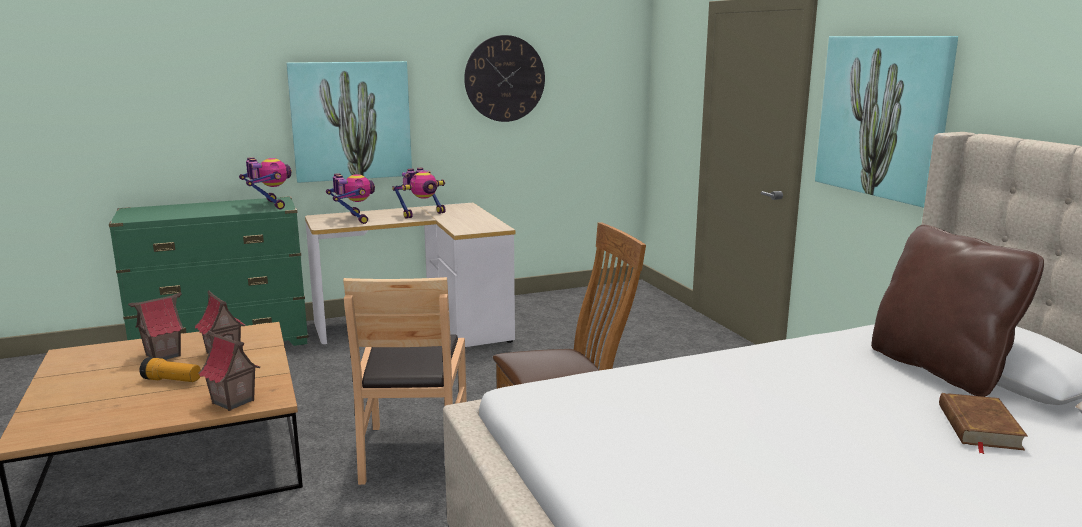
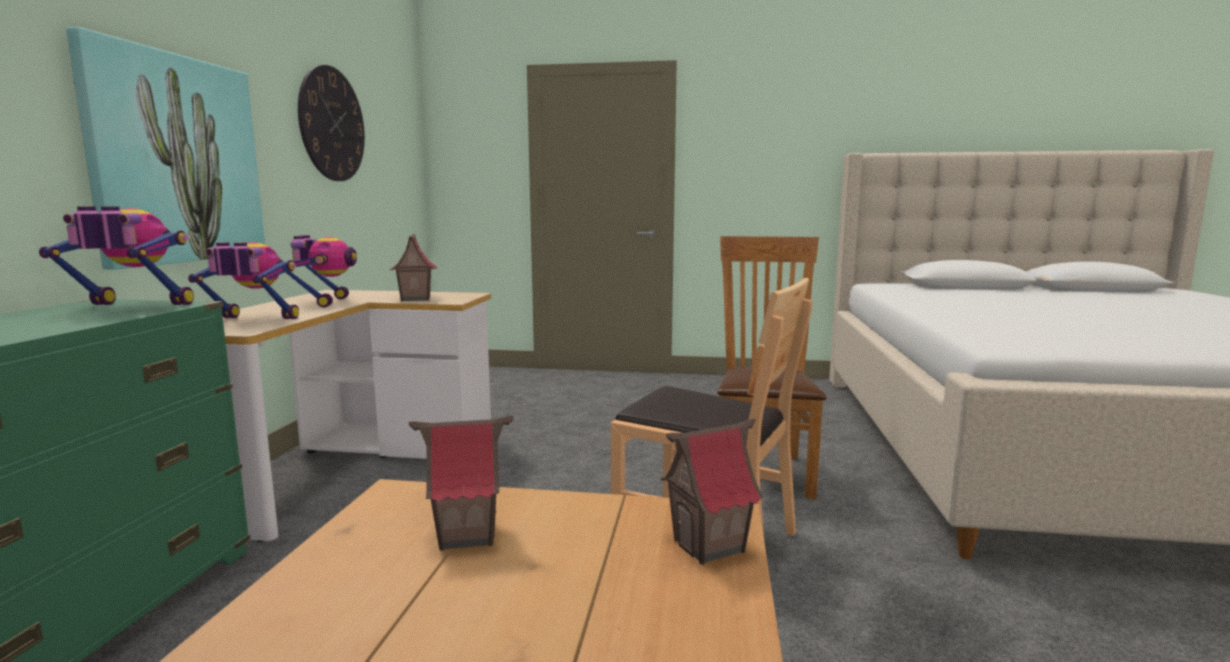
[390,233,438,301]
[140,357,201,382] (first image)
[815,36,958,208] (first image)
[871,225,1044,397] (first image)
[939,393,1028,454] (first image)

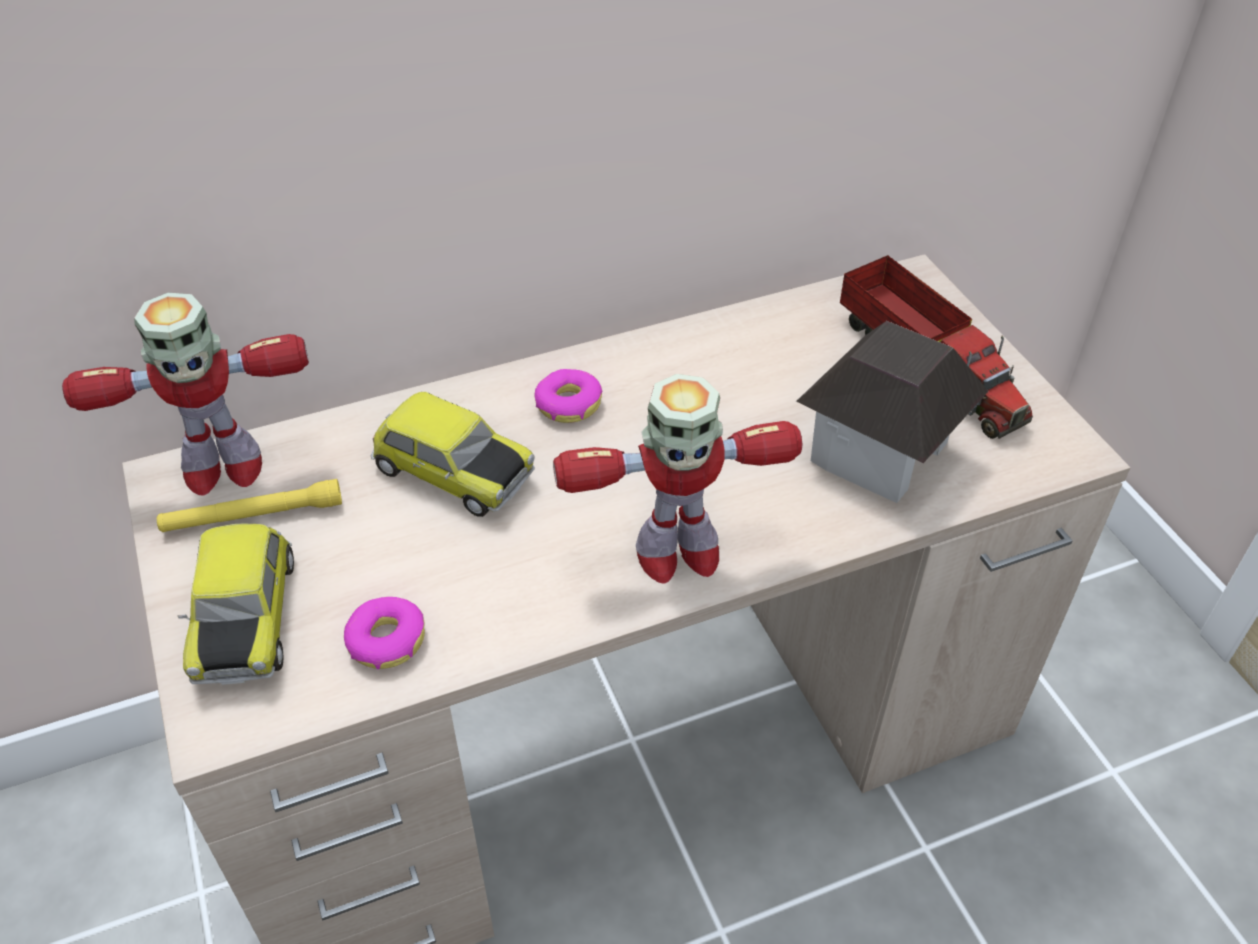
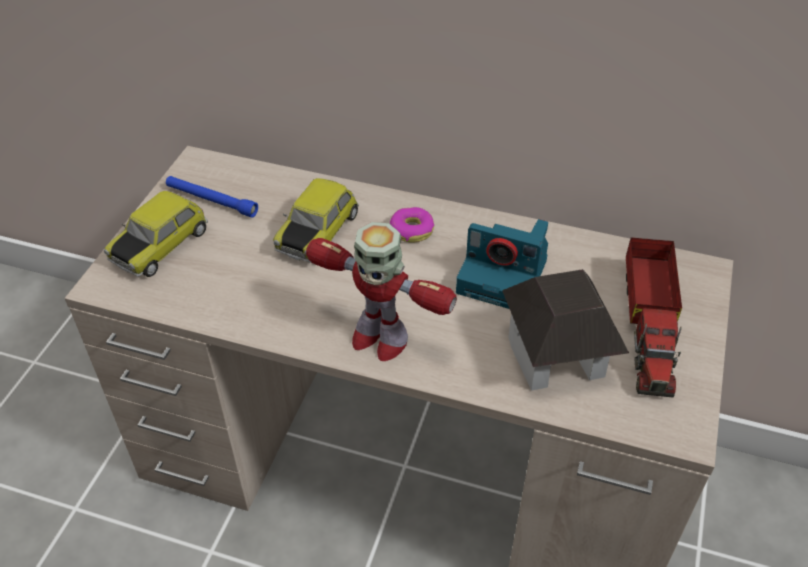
[166,176,258,218]
[273,178,359,263]
[456,219,548,309]
[62,293,309,496] (first image)
[344,597,425,669] (first image)

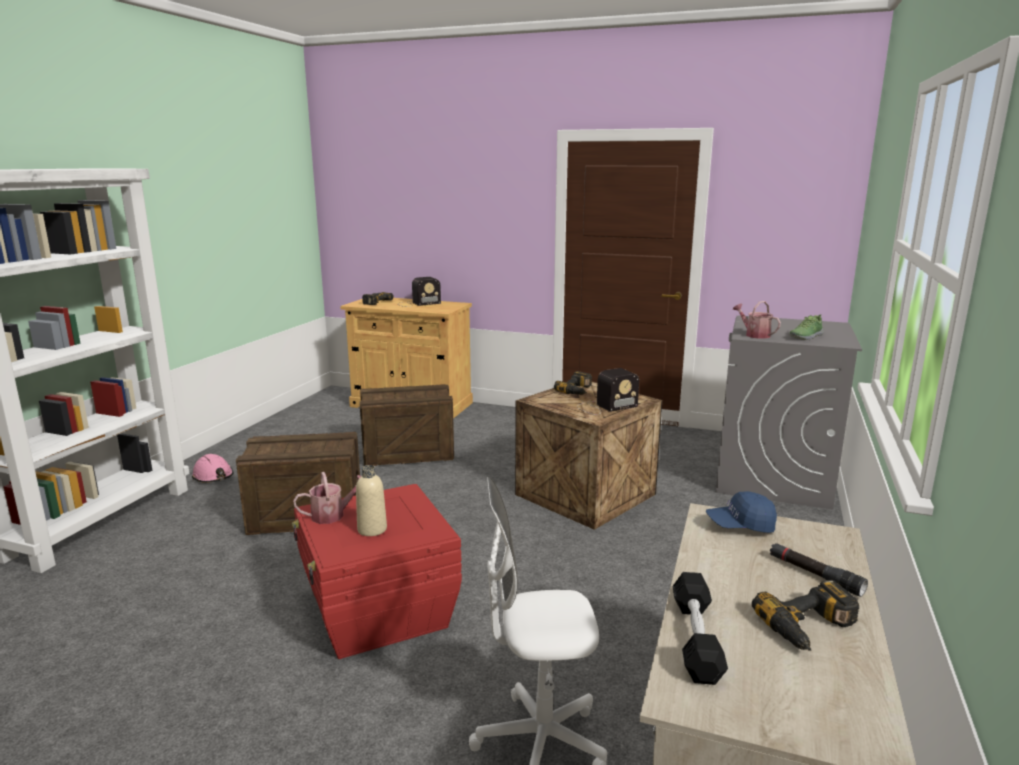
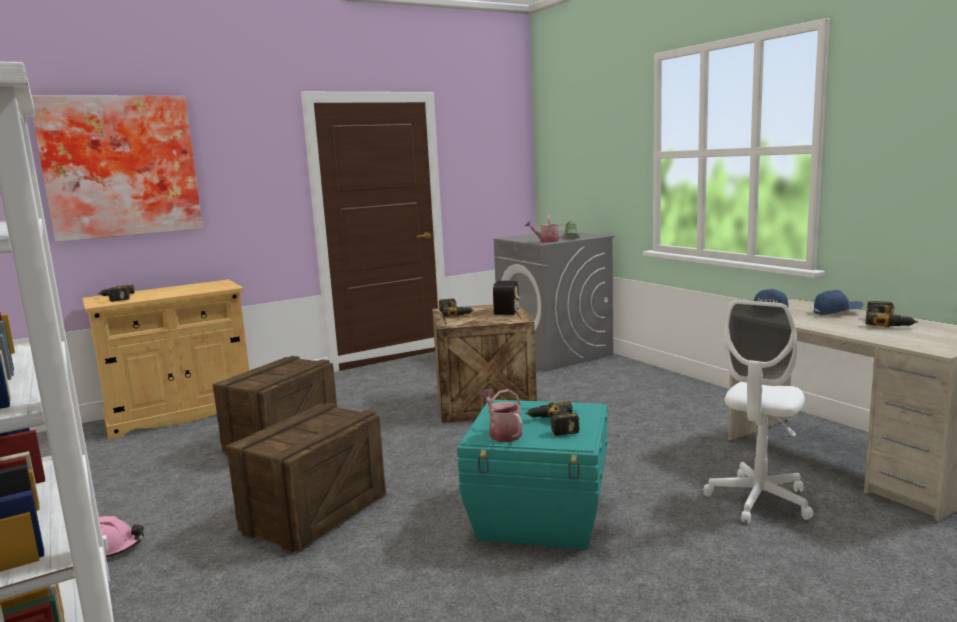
[32,96,203,242]
[457,400,608,550]
[479,389,523,442]
[525,401,580,436]
[814,290,863,315]
[398,277,441,307] (first image)
[673,572,728,685] (first image)

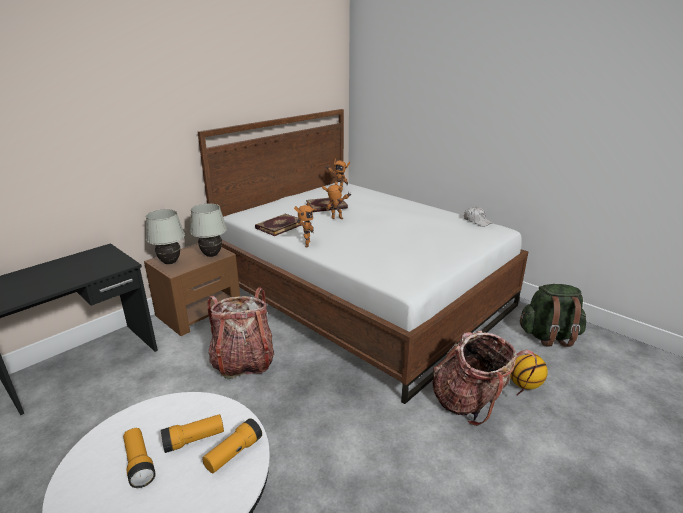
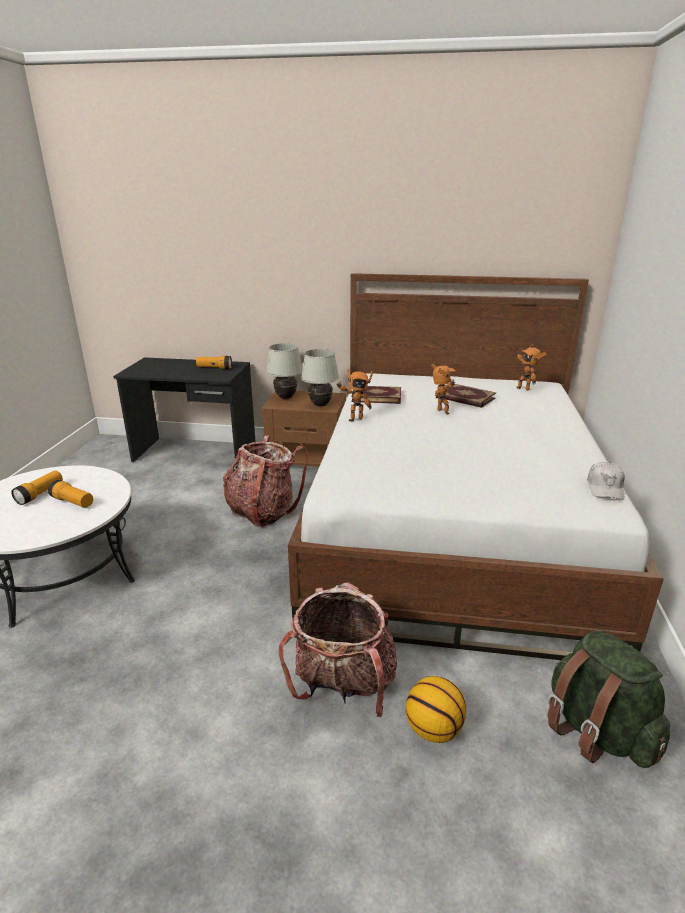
[196,356,232,369]

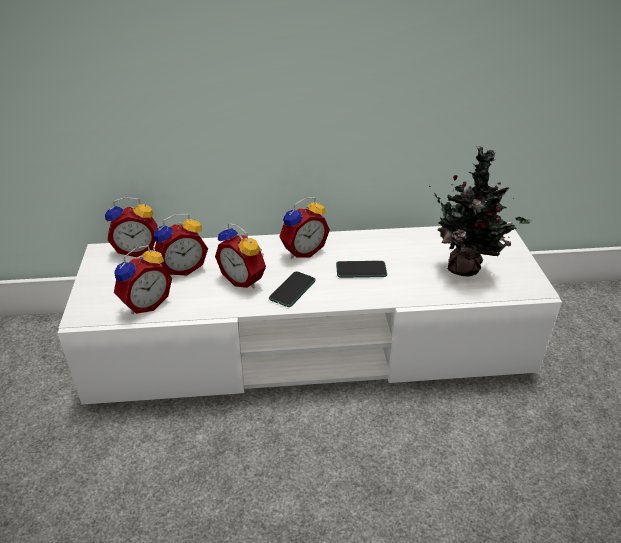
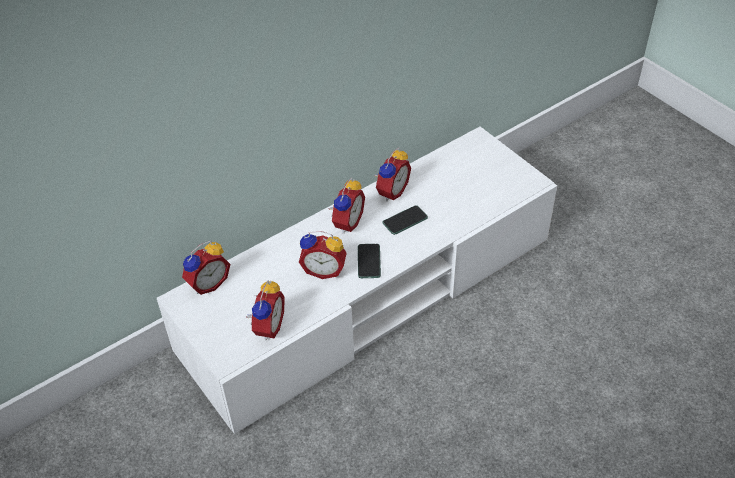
[374,148,411,202]
[429,145,531,276] (first image)

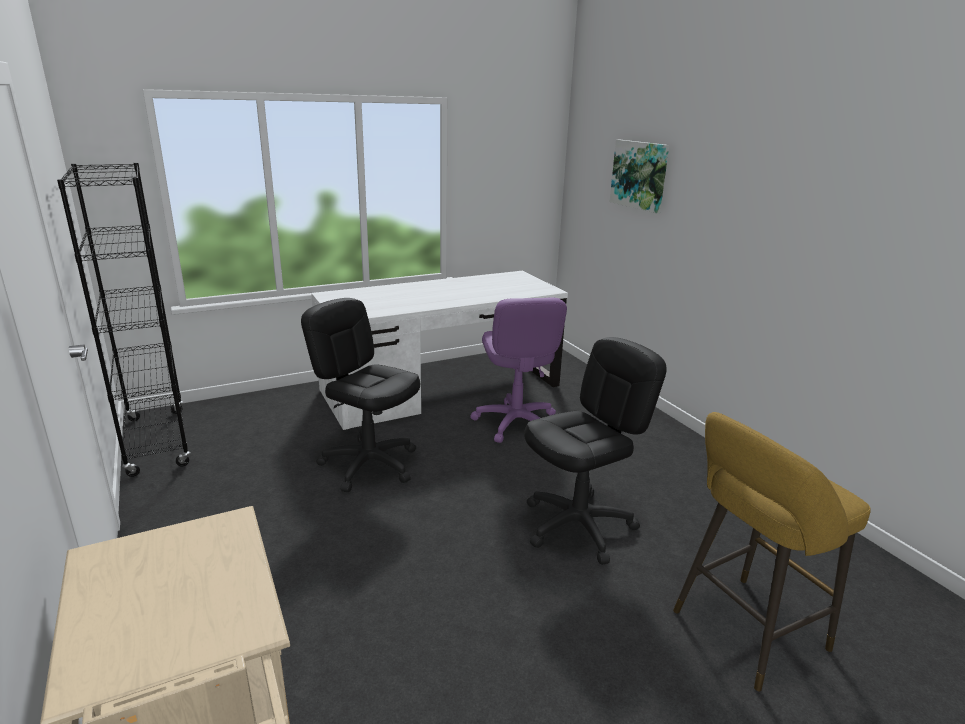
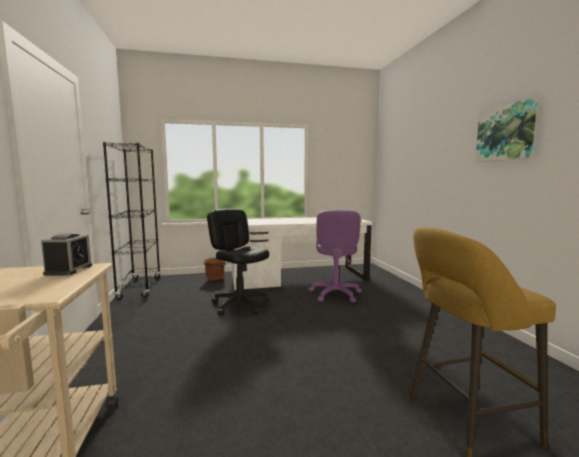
[41,234,92,276]
[202,258,226,281]
[475,97,538,162]
[524,337,667,565] (first image)

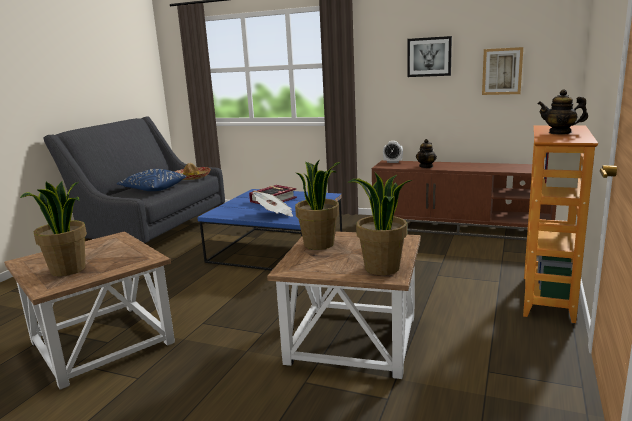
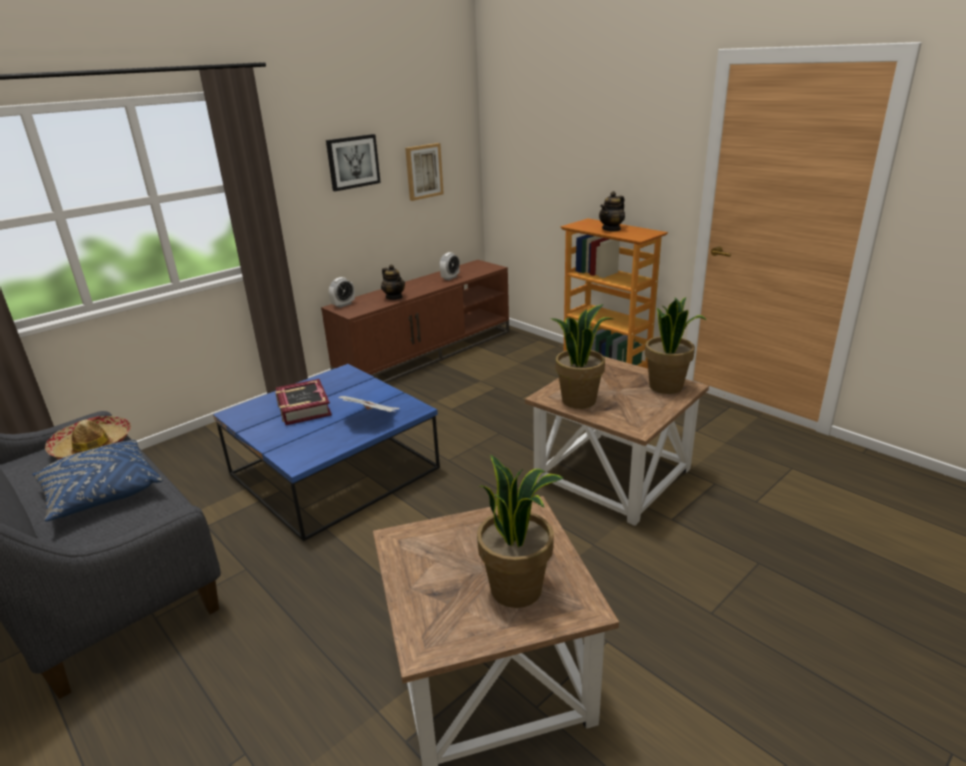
[439,252,460,280]

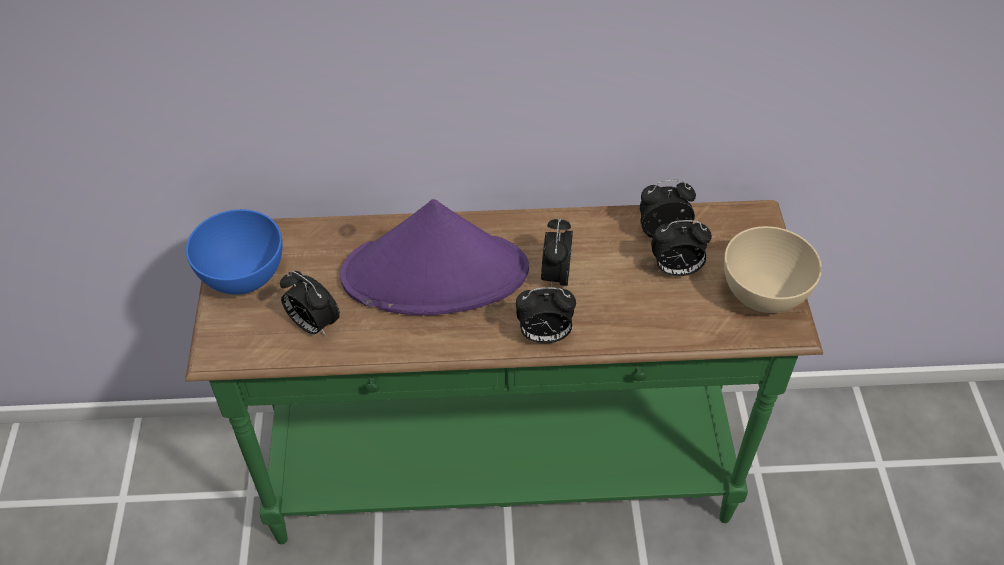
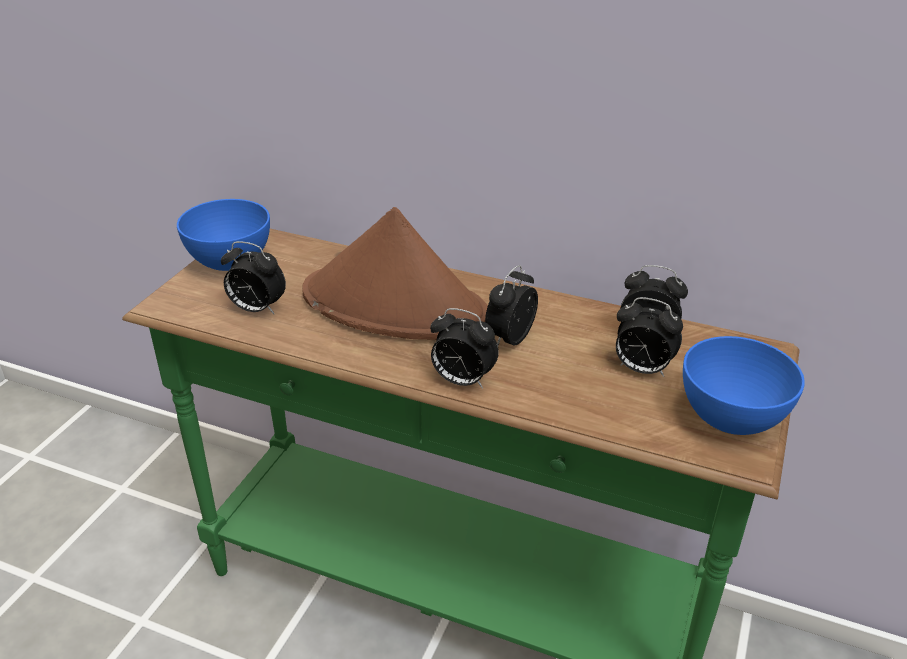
[221,241,286,314]
[302,207,488,340]
[683,336,805,435]

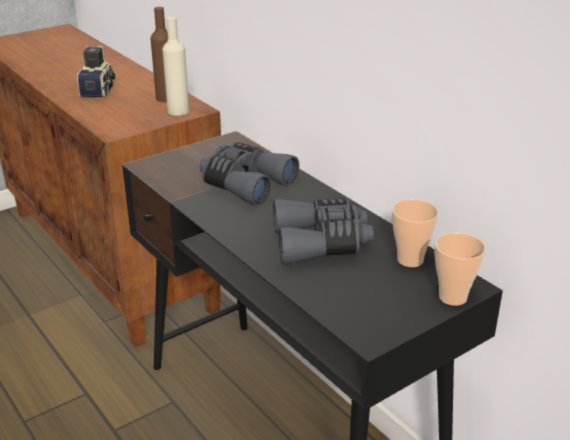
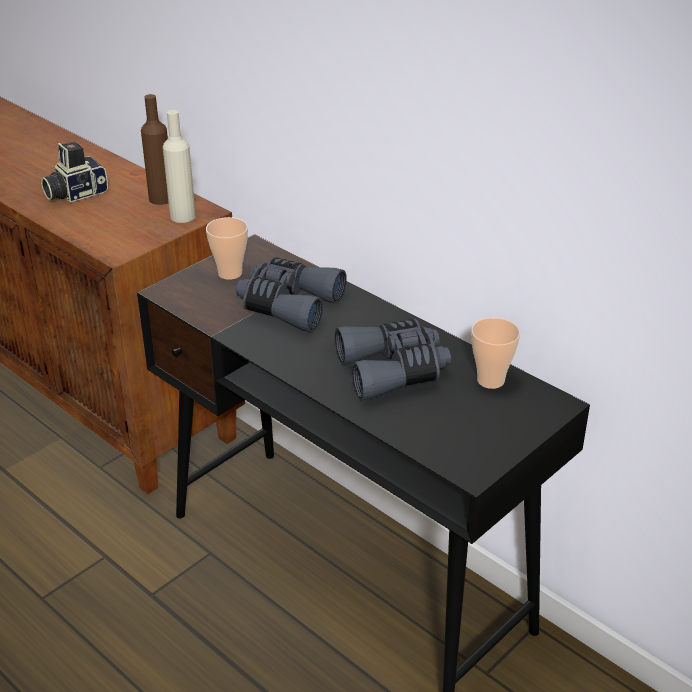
[41,142,108,203]
[206,217,248,280]

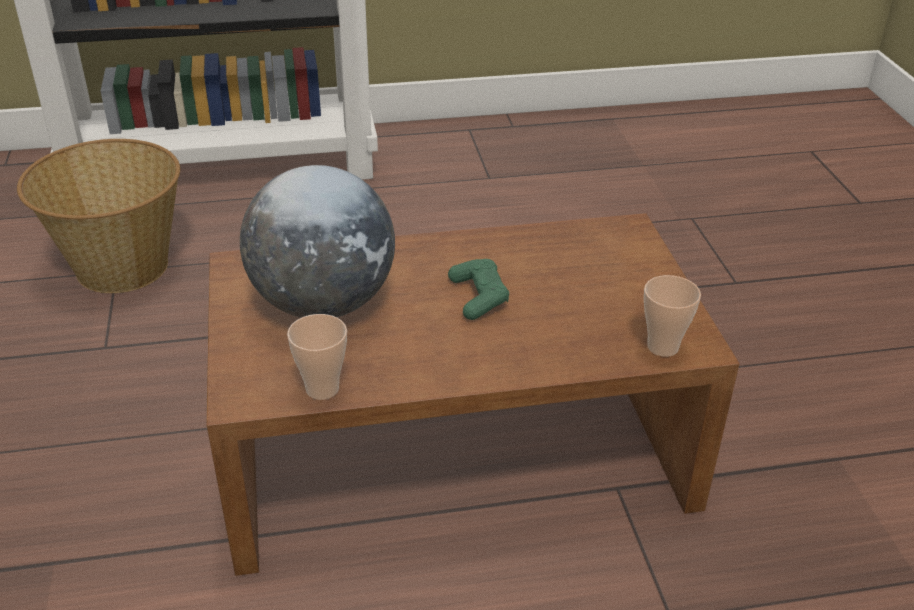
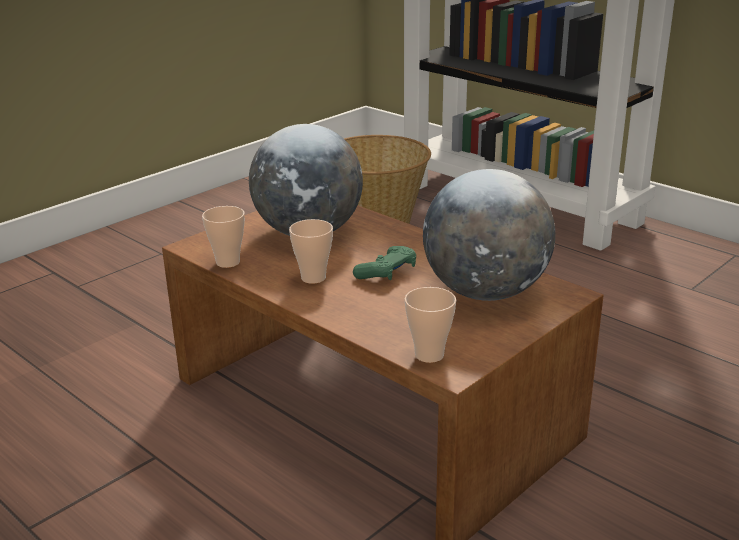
[289,219,333,284]
[423,169,555,301]

